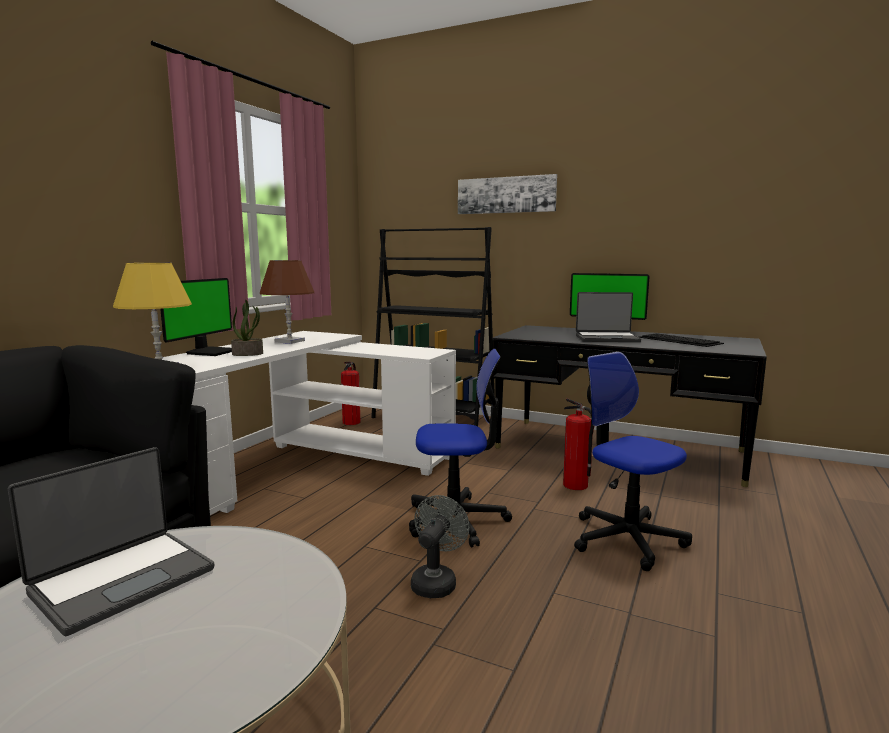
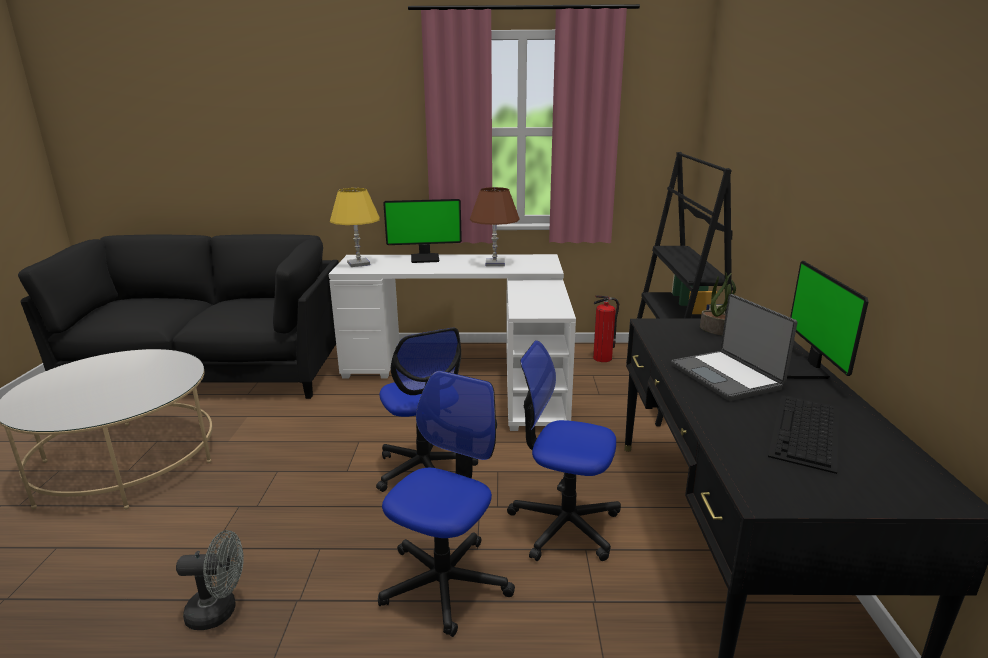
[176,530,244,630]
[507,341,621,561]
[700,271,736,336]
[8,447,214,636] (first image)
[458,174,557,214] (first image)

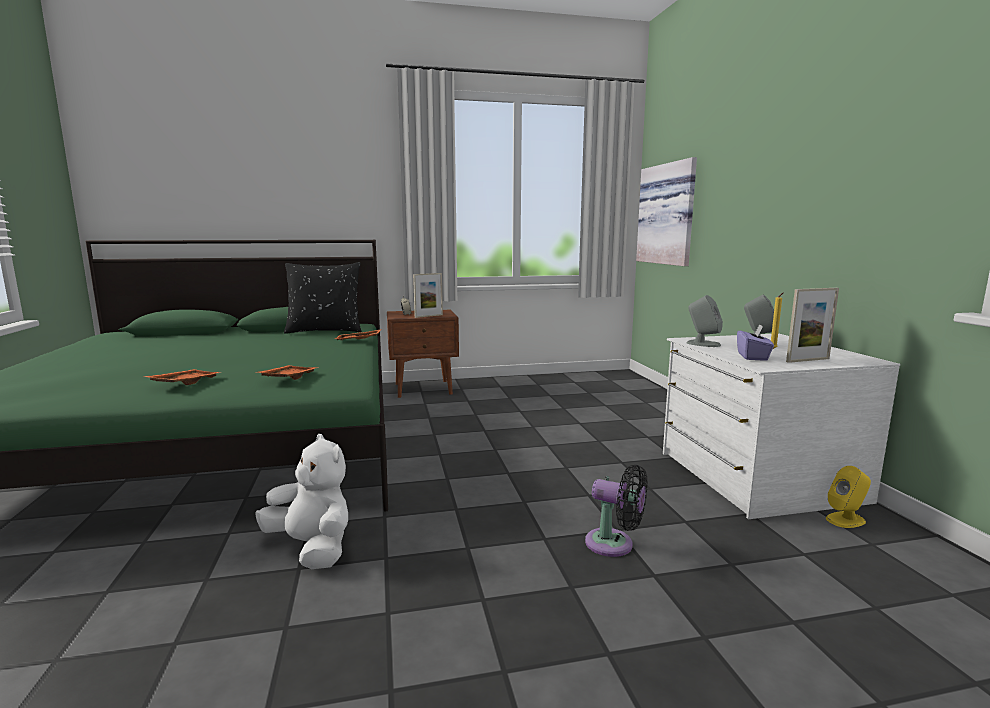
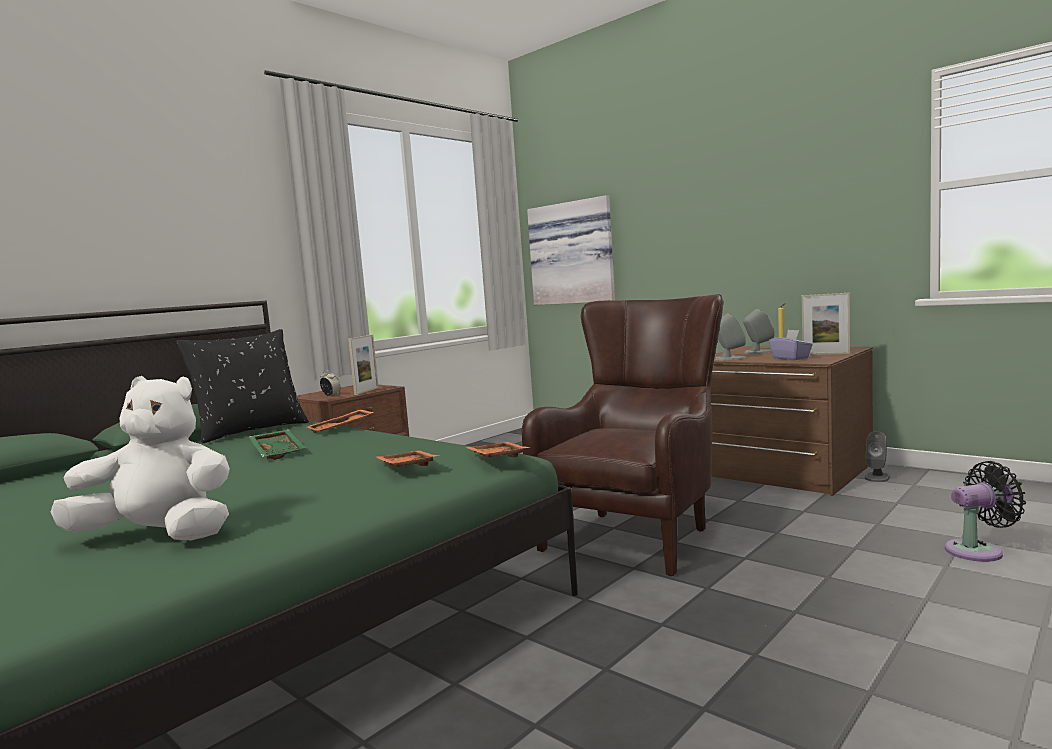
[51,376,230,540]
[249,429,306,460]
[466,442,531,457]
[522,294,723,576]
[710,346,873,496]
[802,293,850,355]
[865,431,890,482]
[945,461,1026,562]

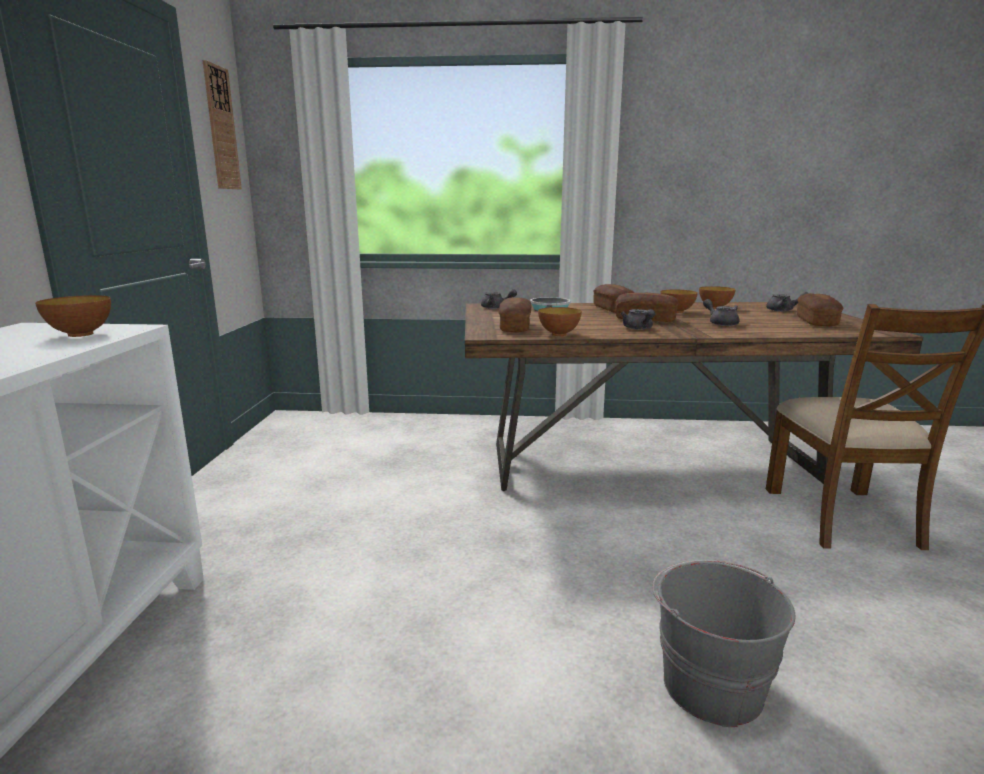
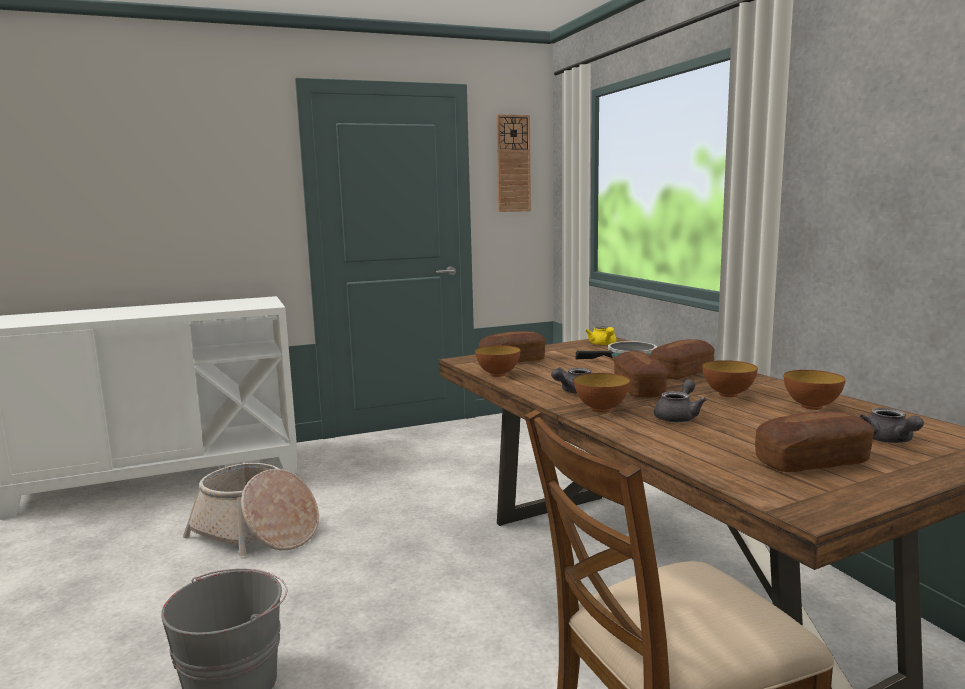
[183,463,319,556]
[574,373,630,413]
[585,326,617,345]

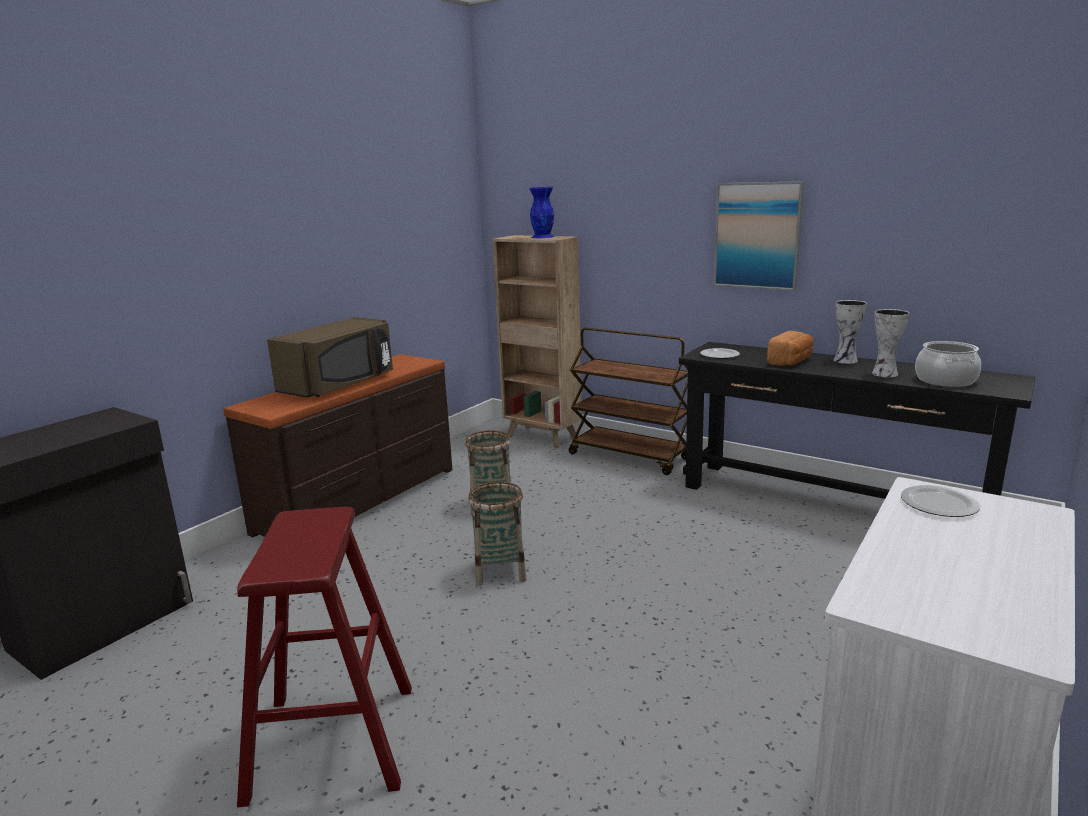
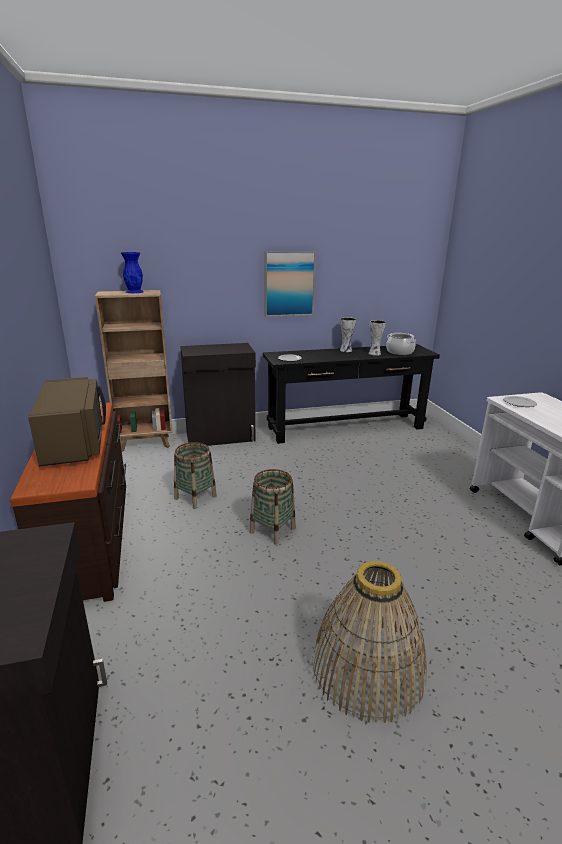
[180,343,256,446]
[312,561,427,723]
[767,331,814,366] (first image)

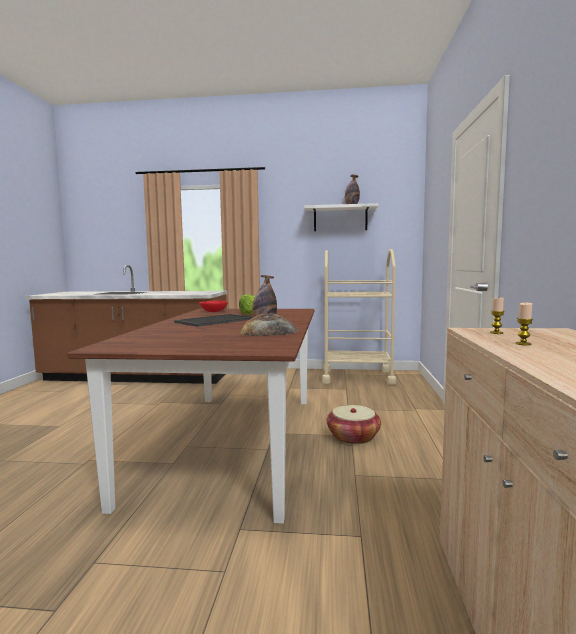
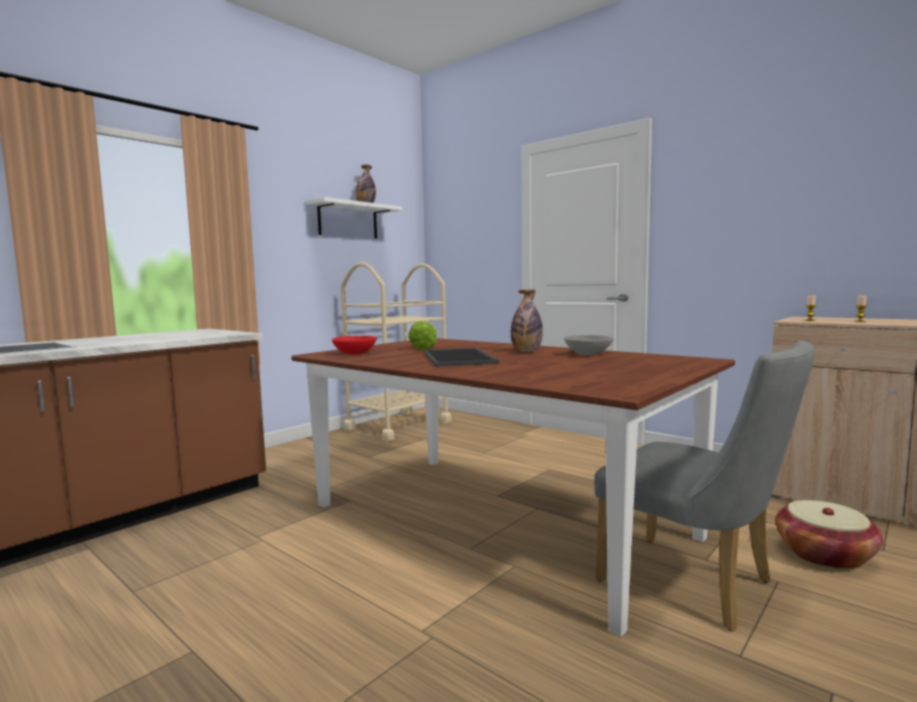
[564,335,613,355]
[594,341,815,631]
[775,500,883,569]

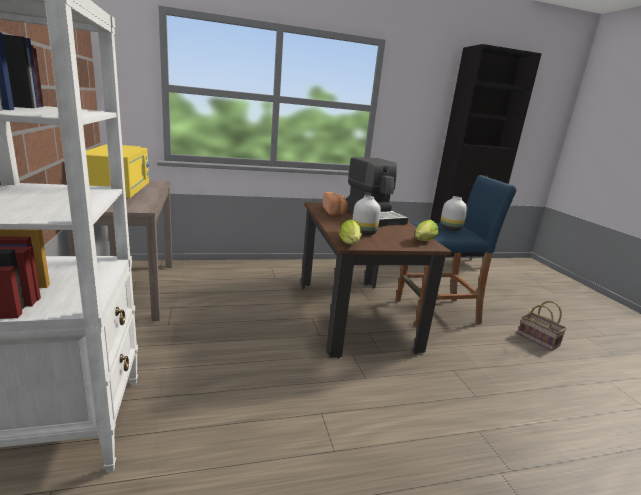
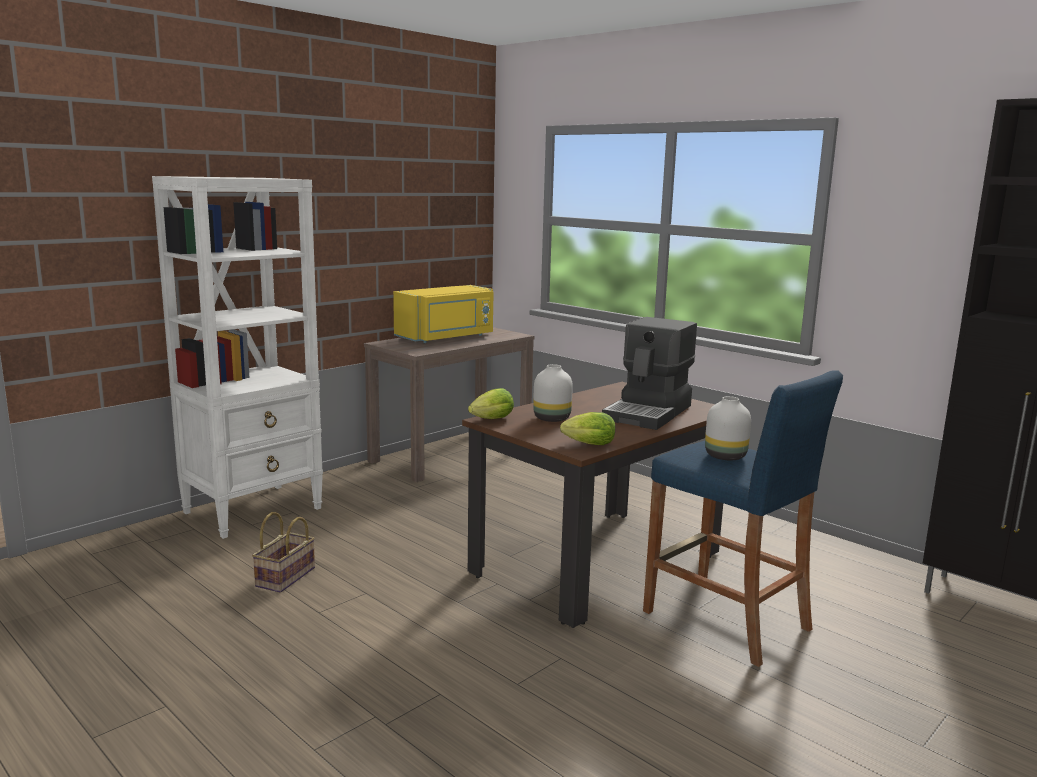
[252,512,315,593]
[323,192,348,215] (first image)

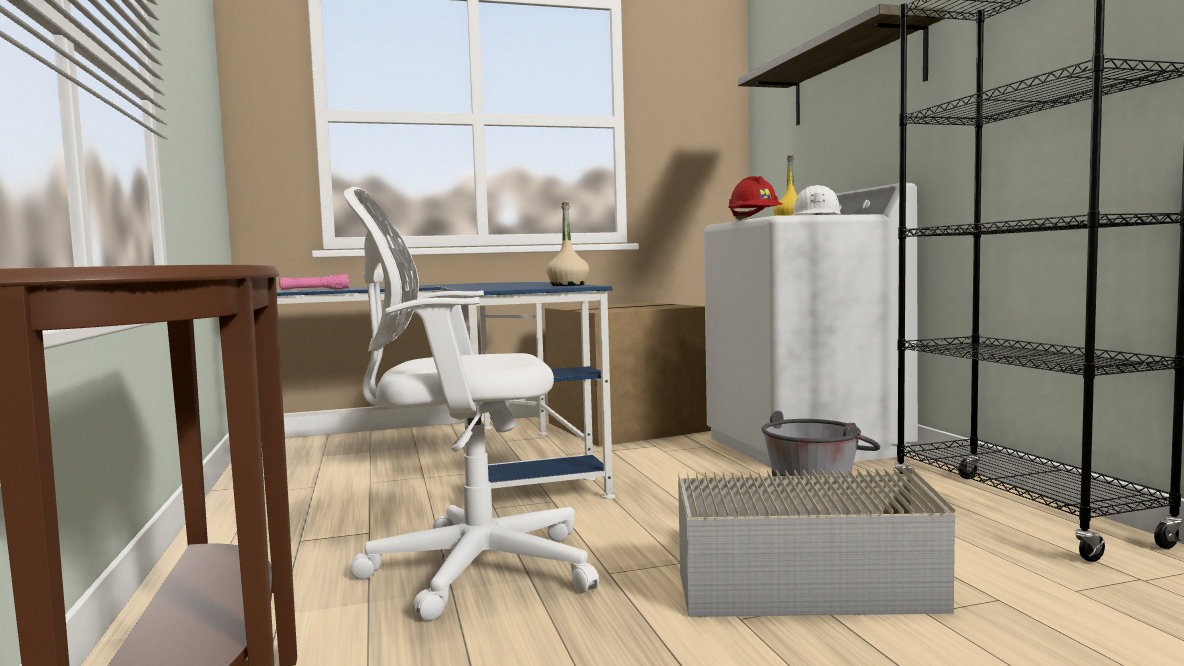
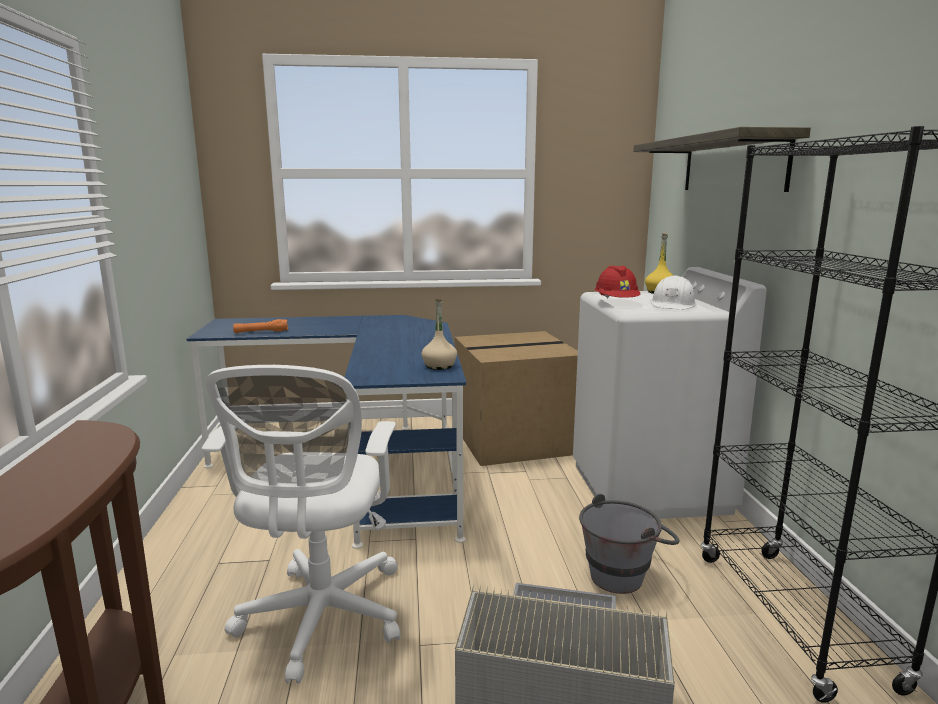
[202,365,400,684]
[233,319,288,333]

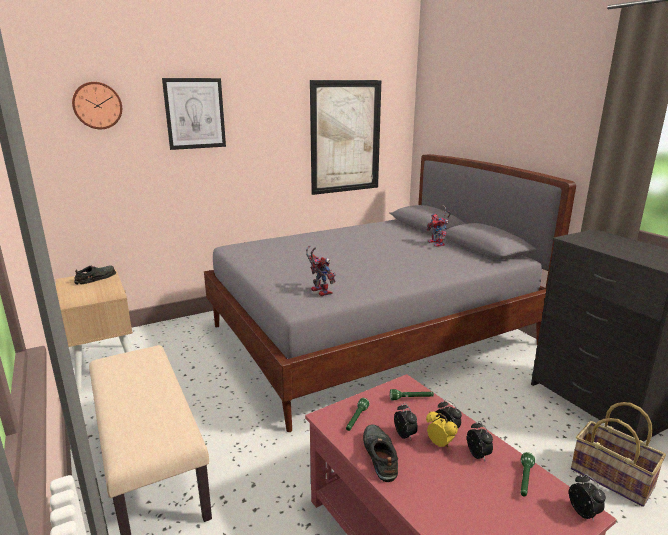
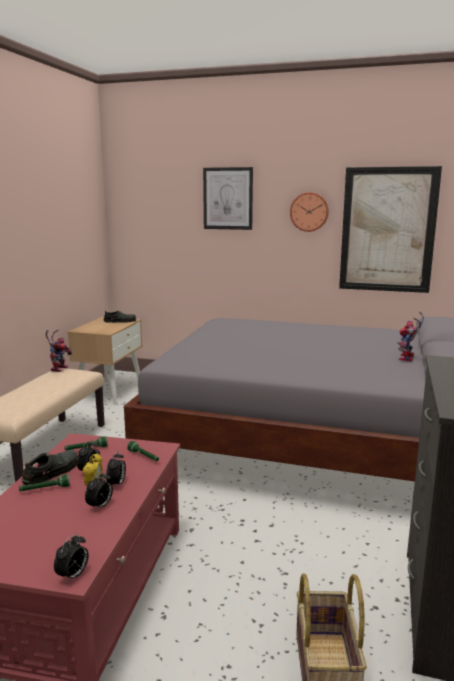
[19,474,70,491]
[45,330,72,372]
[290,192,329,232]

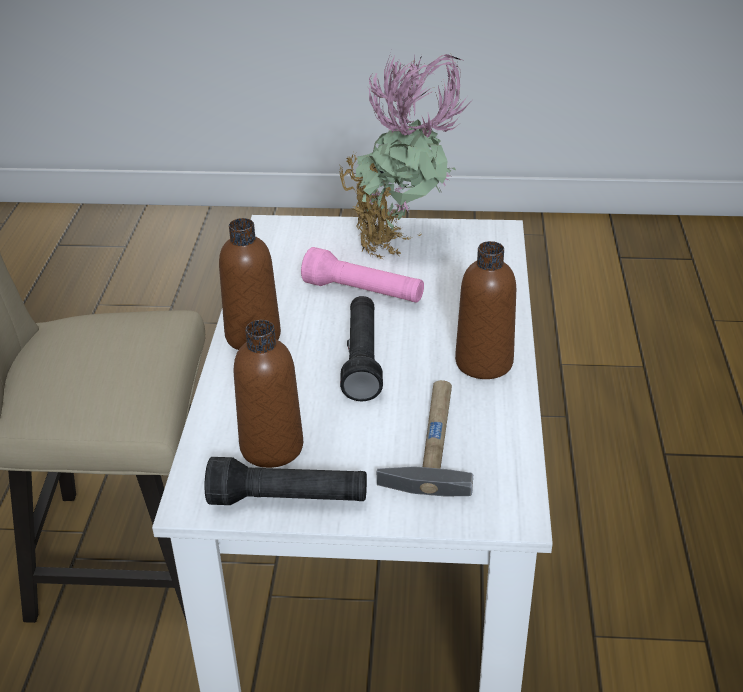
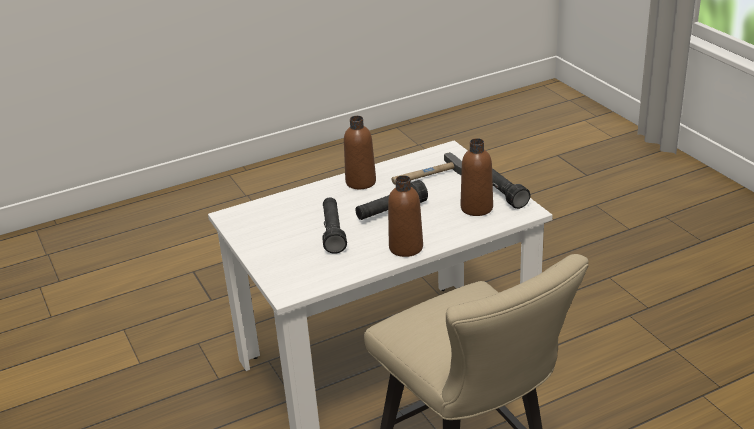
[322,197,347,254]
[339,54,470,259] (first image)

